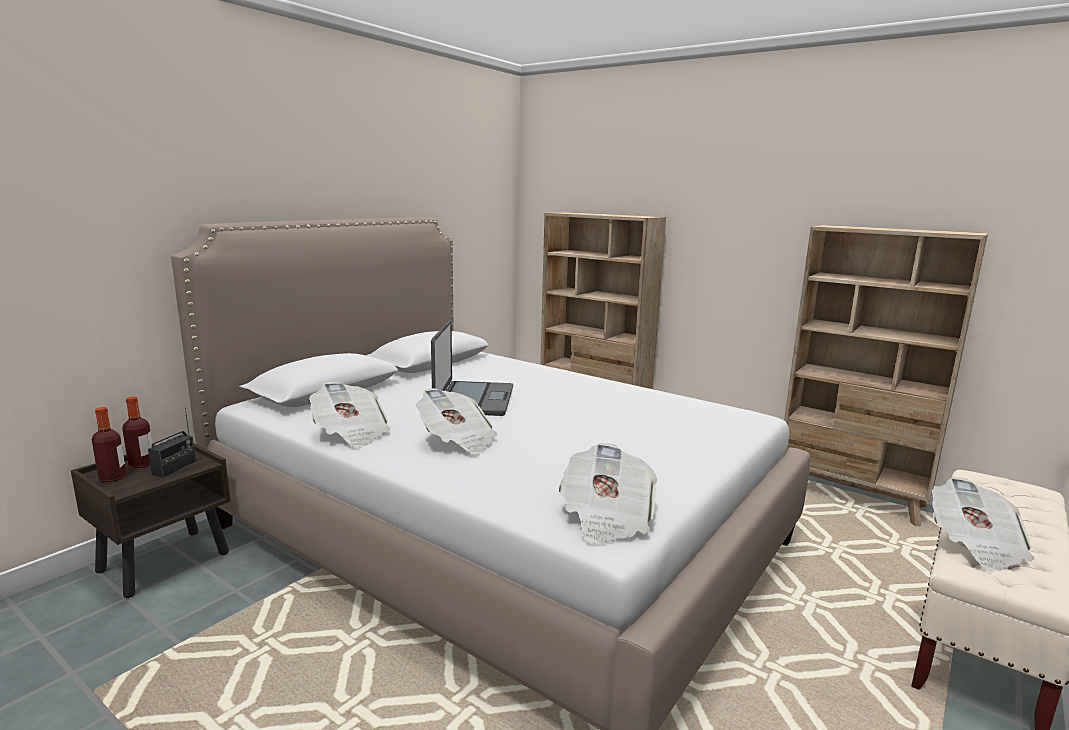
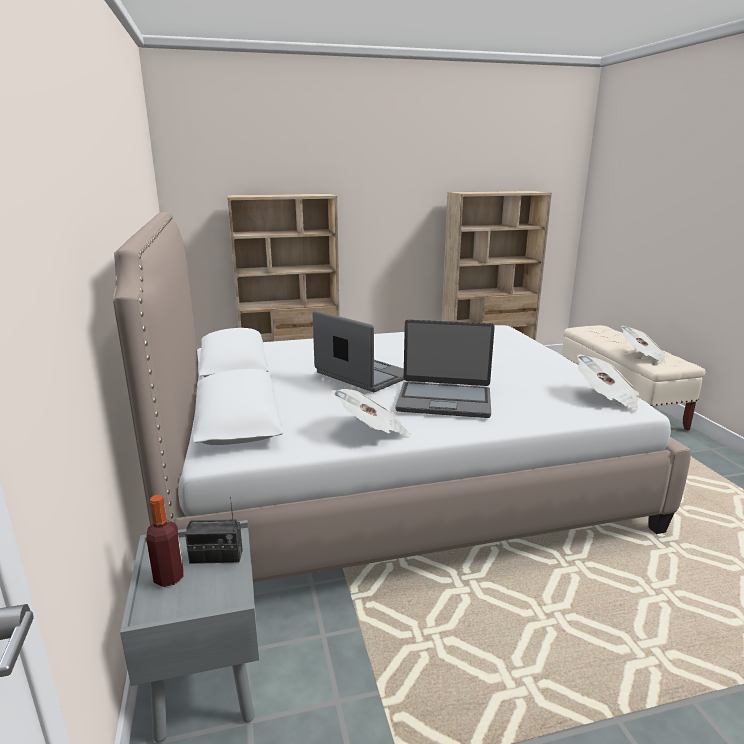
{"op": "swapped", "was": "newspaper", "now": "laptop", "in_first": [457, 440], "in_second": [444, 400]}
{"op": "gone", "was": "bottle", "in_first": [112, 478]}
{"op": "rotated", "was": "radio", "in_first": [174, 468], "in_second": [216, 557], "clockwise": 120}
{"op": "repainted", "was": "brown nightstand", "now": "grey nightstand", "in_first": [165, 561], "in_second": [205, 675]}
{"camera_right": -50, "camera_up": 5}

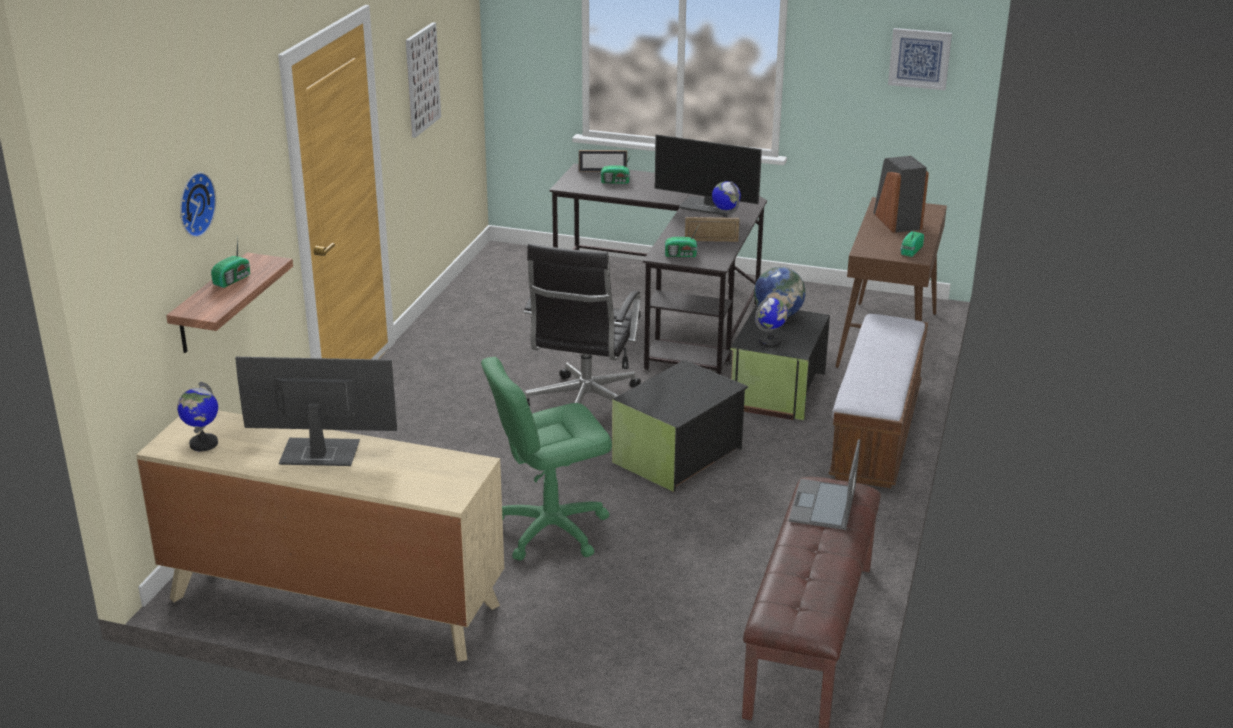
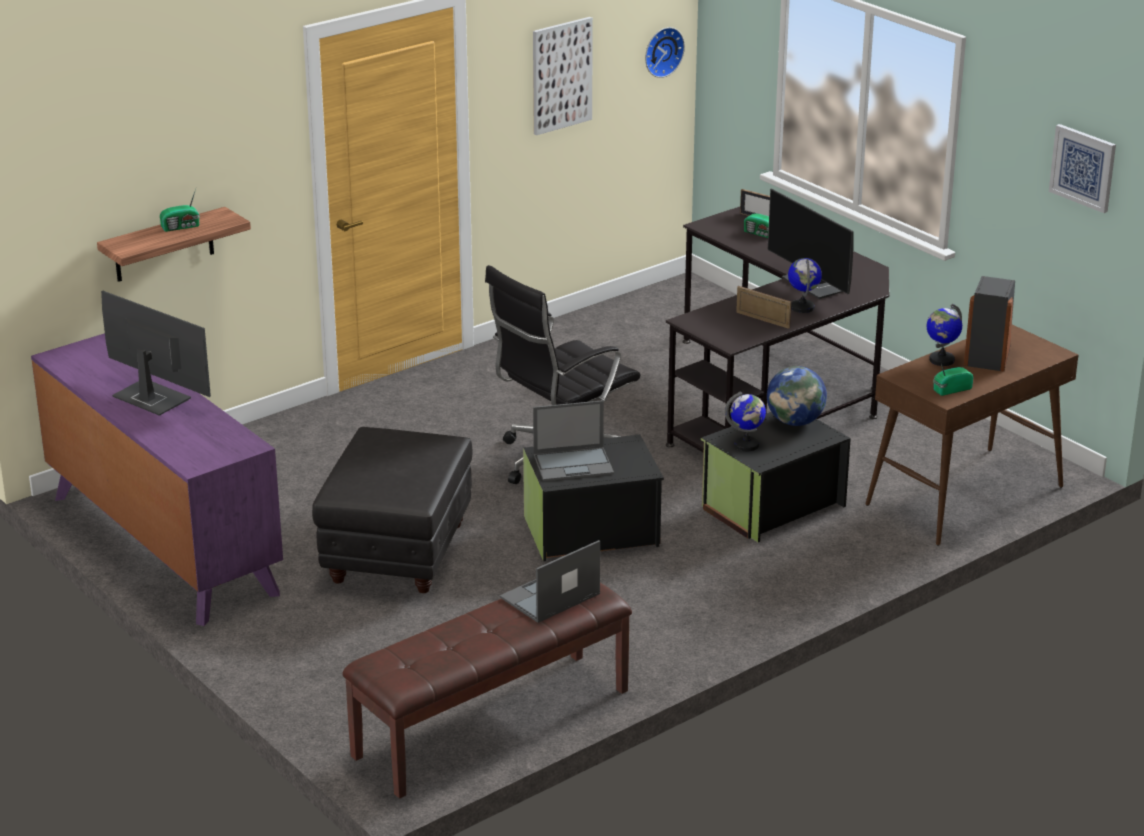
{"op": "shifted", "was": "wall clock", "in_first": [193, 204], "in_second": [662, 51]}
{"op": "gone", "was": "radio", "in_first": [681, 255]}
{"op": "gone", "was": "bench", "in_first": [876, 432]}
{"op": "swapped", "was": "green office chair", "now": "black ottoman", "in_first": [550, 529], "in_second": [396, 553]}
{"op": "shifted", "was": "globe", "in_first": [203, 444], "in_second": [941, 360]}
{"op": "repainted", "was": "beige dresser", "now": "purple dresser", "in_first": [332, 602], "in_second": [162, 544]}
{"op": "new", "now": "laptop", "in_second": [574, 464]}
{"camera_right": 35, "camera_up": 0}

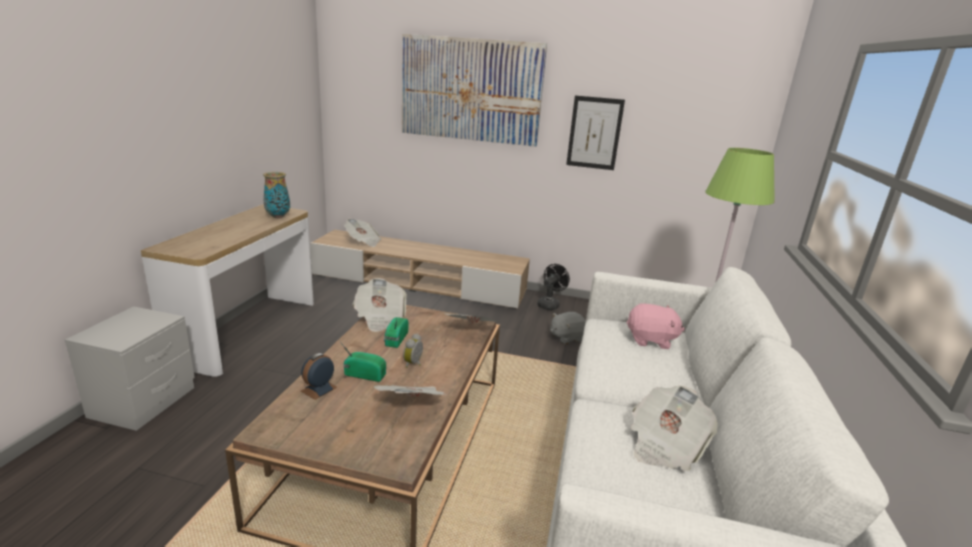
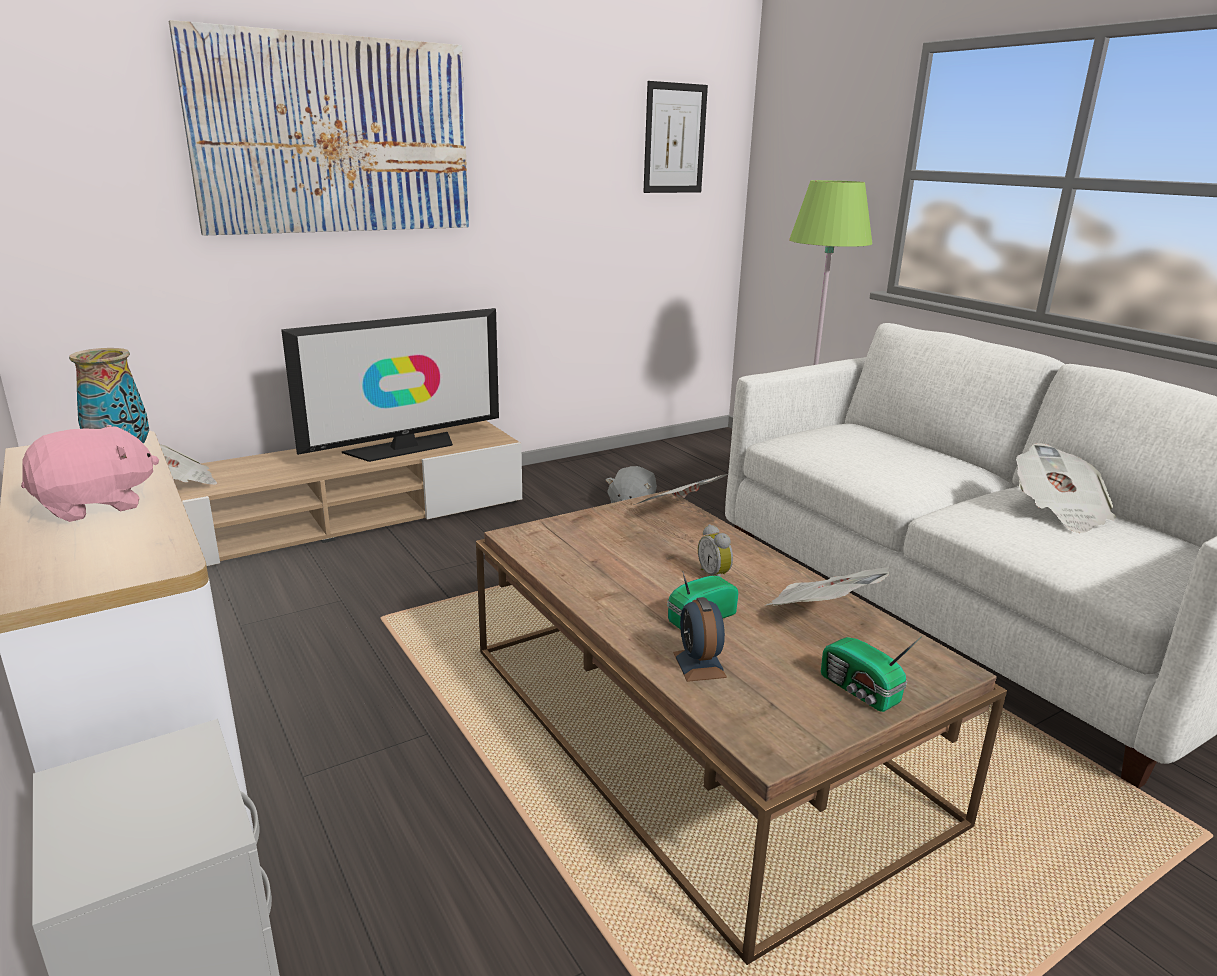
{"op": "shifted", "was": "picture", "in_first": [594, 133], "in_second": [674, 139]}
{"op": "gone", "was": "black fan", "in_first": [550, 304]}
{"op": "gone", "was": "newspaper", "in_first": [380, 318]}
{"op": "shifted", "was": "pink plush toy", "in_first": [650, 340], "in_second": [96, 505]}
{"op": "shifted", "was": "radio", "in_first": [395, 339], "in_second": [860, 691]}
{"op": "new", "now": "television", "in_second": [404, 448]}
{"camera_right": -45, "camera_up": 0}

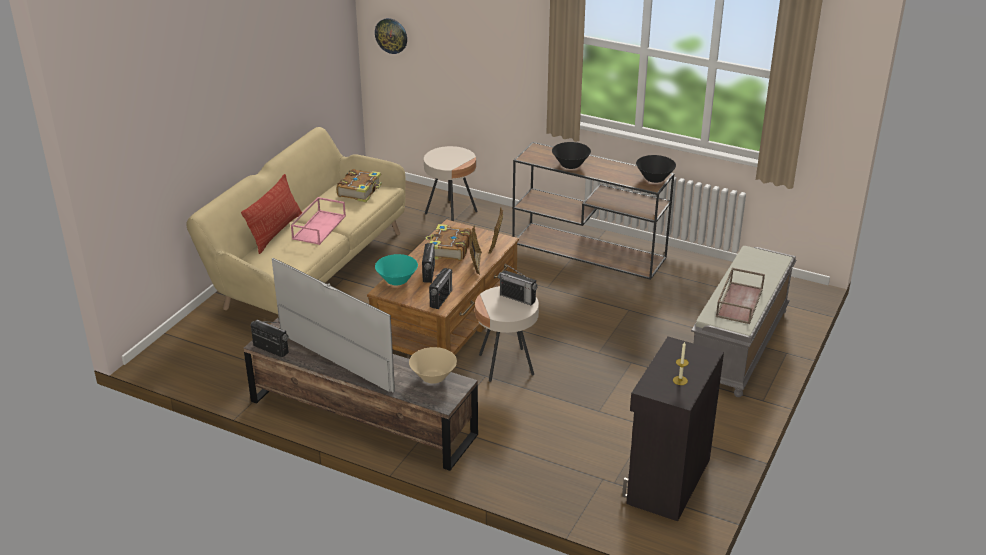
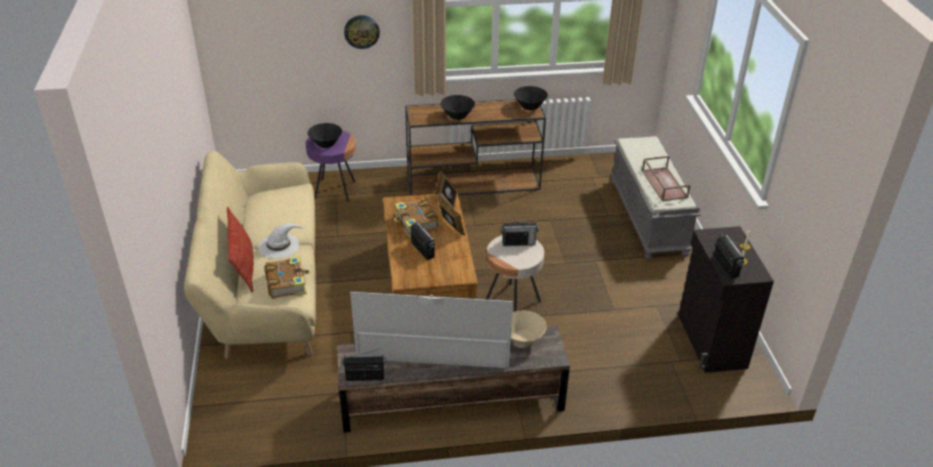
{"op": "shifted", "was": "wall clock", "in_first": [391, 35], "in_second": [361, 31]}
{"op": "repainted", "was": "beige side table", "now": "purple side table", "in_first": [451, 213], "in_second": [335, 190]}
{"op": "shifted", "was": "book", "in_first": [360, 191], "in_second": [287, 283]}
{"op": "swapped", "was": "pink tray", "now": "white hat", "in_first": [319, 227], "in_second": [279, 245]}
{"op": "gone", "was": "turquoise bowl", "in_first": [397, 280]}
{"op": "shifted", "was": "radio", "in_first": [441, 299], "in_second": [726, 266]}
{"op": "new", "now": "black bowl", "in_second": [326, 144]}
{"camera_right": -35, "camera_up": 5}

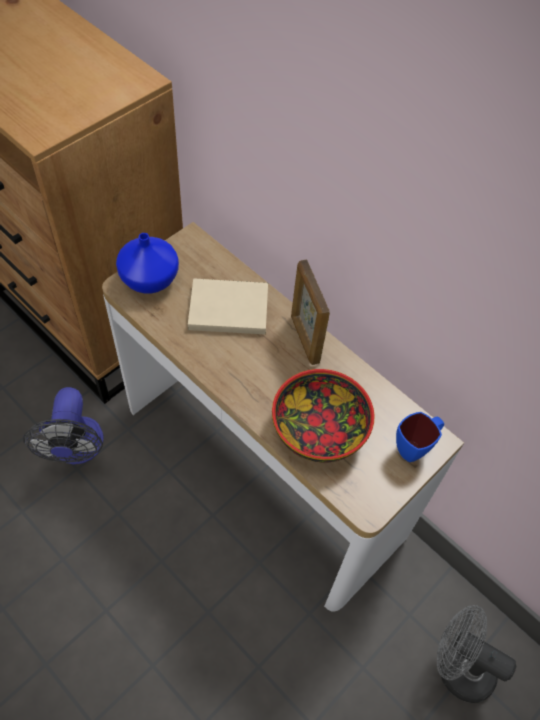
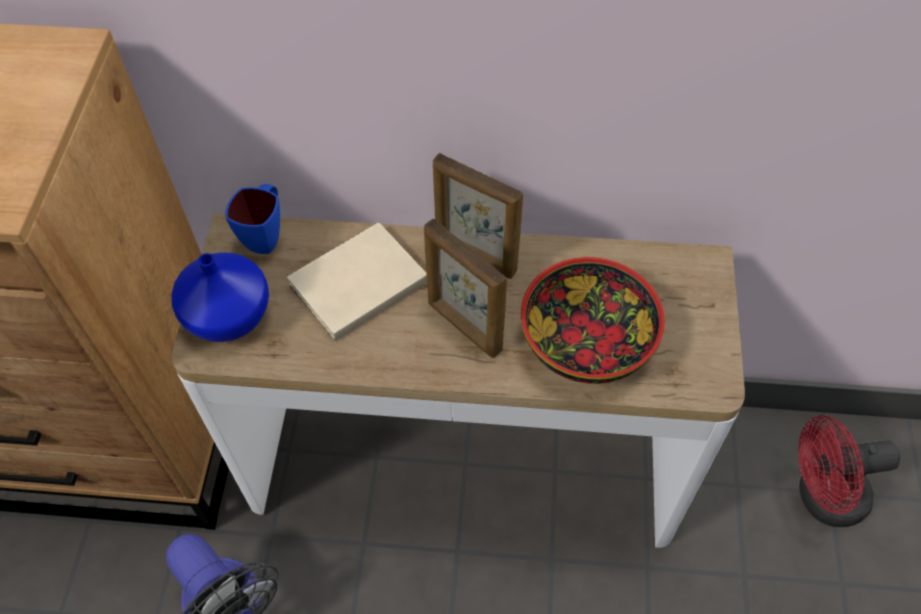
{"op": "shifted", "was": "blue mug", "in_first": [415, 447], "in_second": [266, 235]}
{"op": "repainted", "was": "grey fan", "now": "red fan", "in_first": [457, 667], "in_second": [821, 497]}
{"op": "new", "now": "picture frame", "in_second": [463, 327]}
{"camera_right": -35, "camera_up": 0}

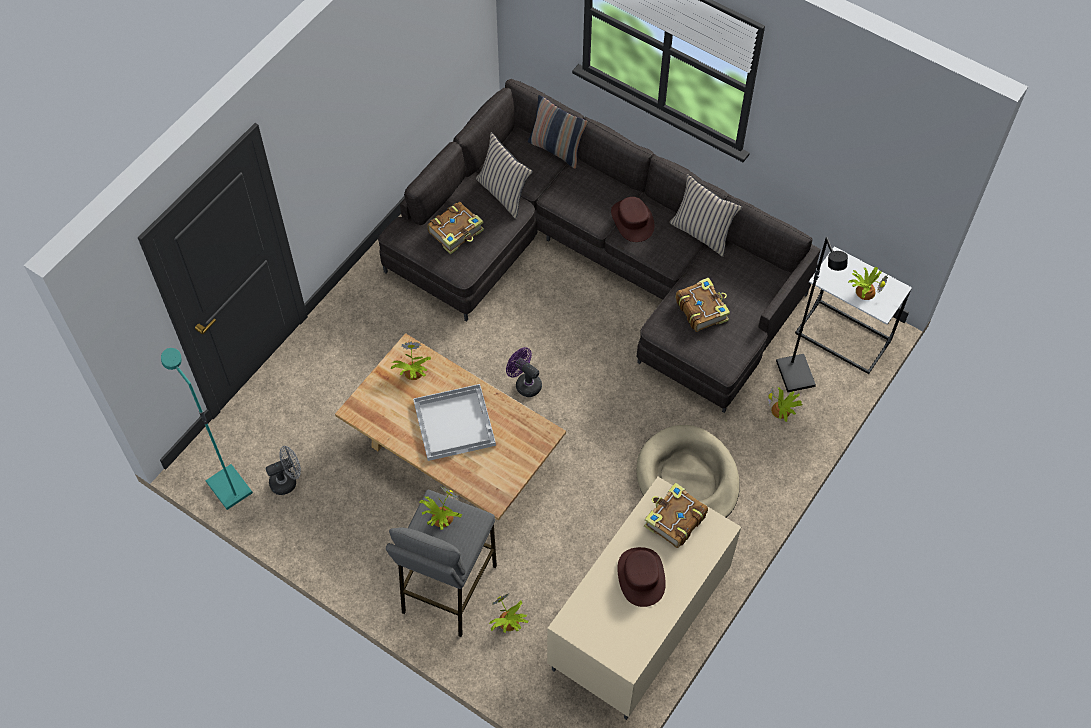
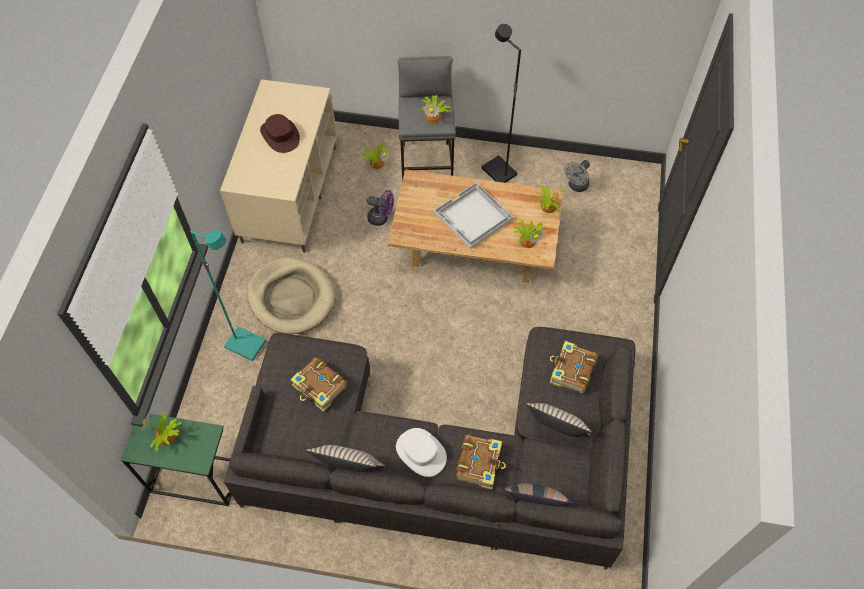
{"op": "repainted", "was": "brown hat", "now": "white hat", "in_first": [632, 220], "in_second": [420, 452]}
{"op": "shifted", "was": "black floor lamp", "in_first": [796, 374], "in_second": [498, 172]}
{"op": "repainted", "was": "white side table", "now": "green side table", "in_first": [843, 336], "in_second": [195, 477]}
{"op": "shifted", "was": "purple fan", "in_first": [525, 383], "in_second": [381, 218]}
{"op": "shifted", "was": "turquoise floor lamp", "in_first": [228, 488], "in_second": [246, 344]}
{"op": "shifted", "was": "potted plant", "in_first": [782, 411], "in_second": [547, 206]}
{"op": "shifted", "was": "book", "in_first": [674, 520], "in_second": [479, 463]}
{"camera_right": 155, "camera_up": 0}

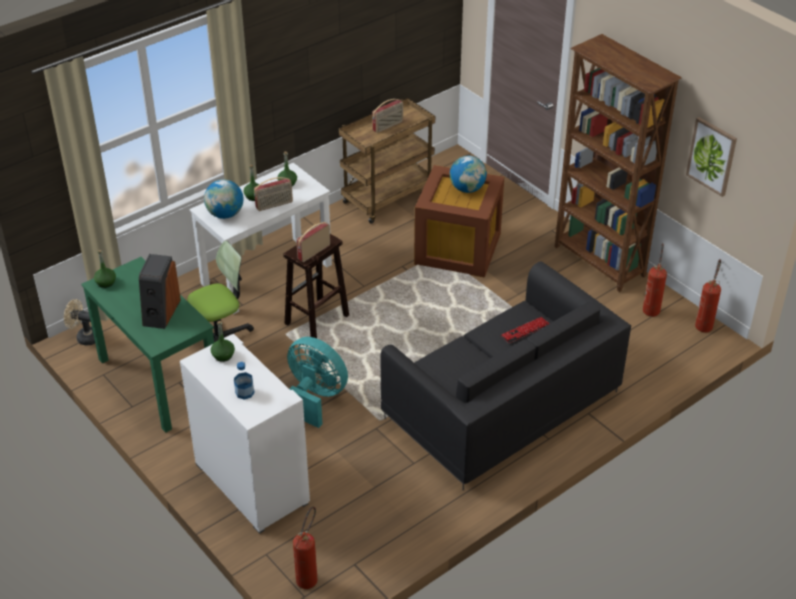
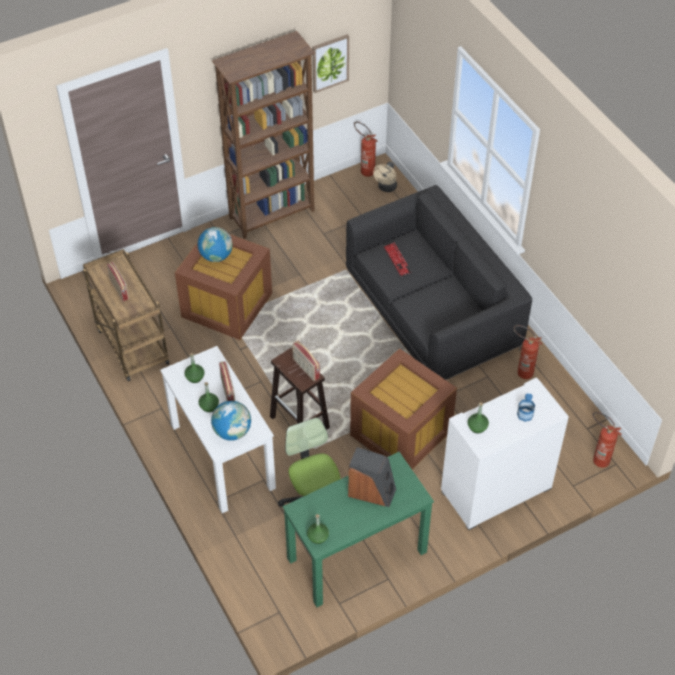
{"op": "shifted", "was": "fire extinguisher", "in_first": [651, 308], "in_second": [521, 372]}
{"op": "shifted", "was": "beige fan", "in_first": [84, 337], "in_second": [386, 188]}
{"op": "swapped", "was": "turquoise fan", "now": "brown storage box", "in_first": [315, 397], "in_second": [401, 434]}
{"camera_right": -80, "camera_up": 10}

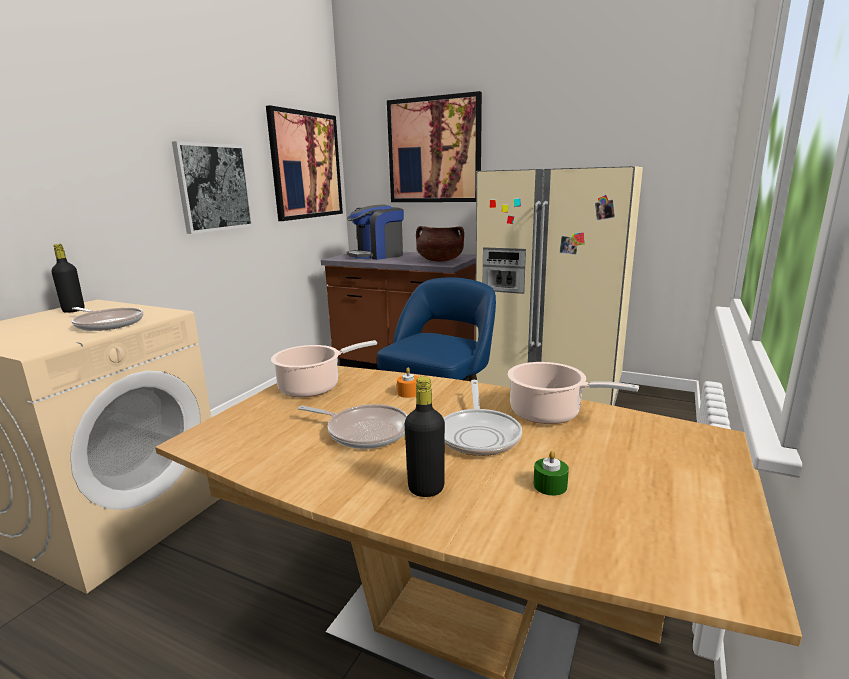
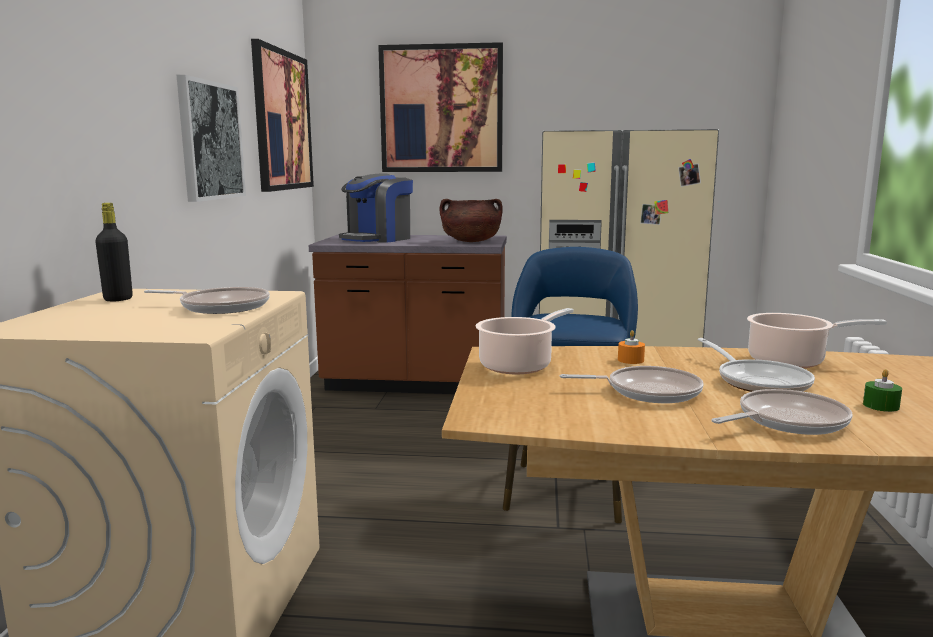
{"op": "swapped", "was": "black bottle", "now": "frying pan", "in_first": [426, 488], "in_second": [786, 421]}
{"camera_right": -20, "camera_up": -5}

